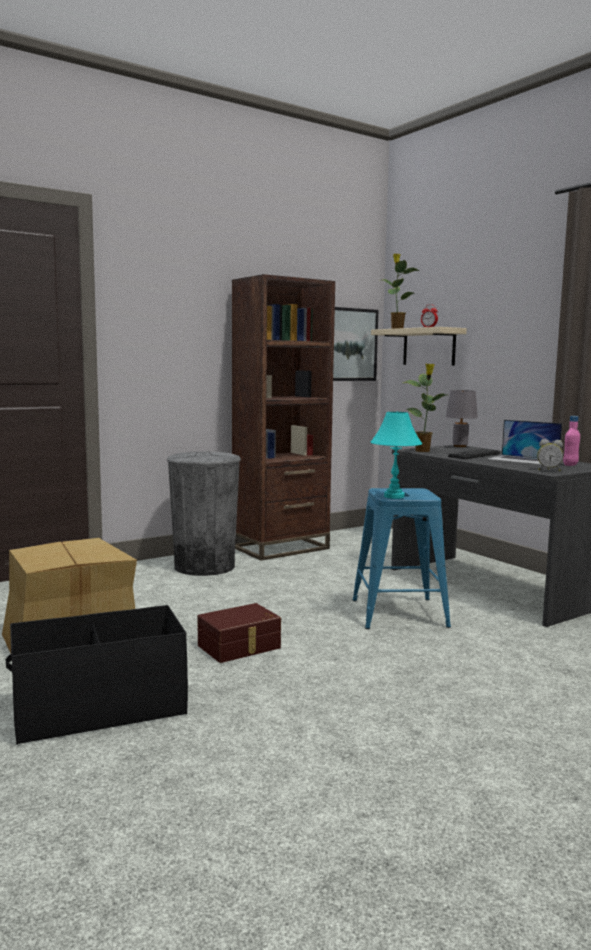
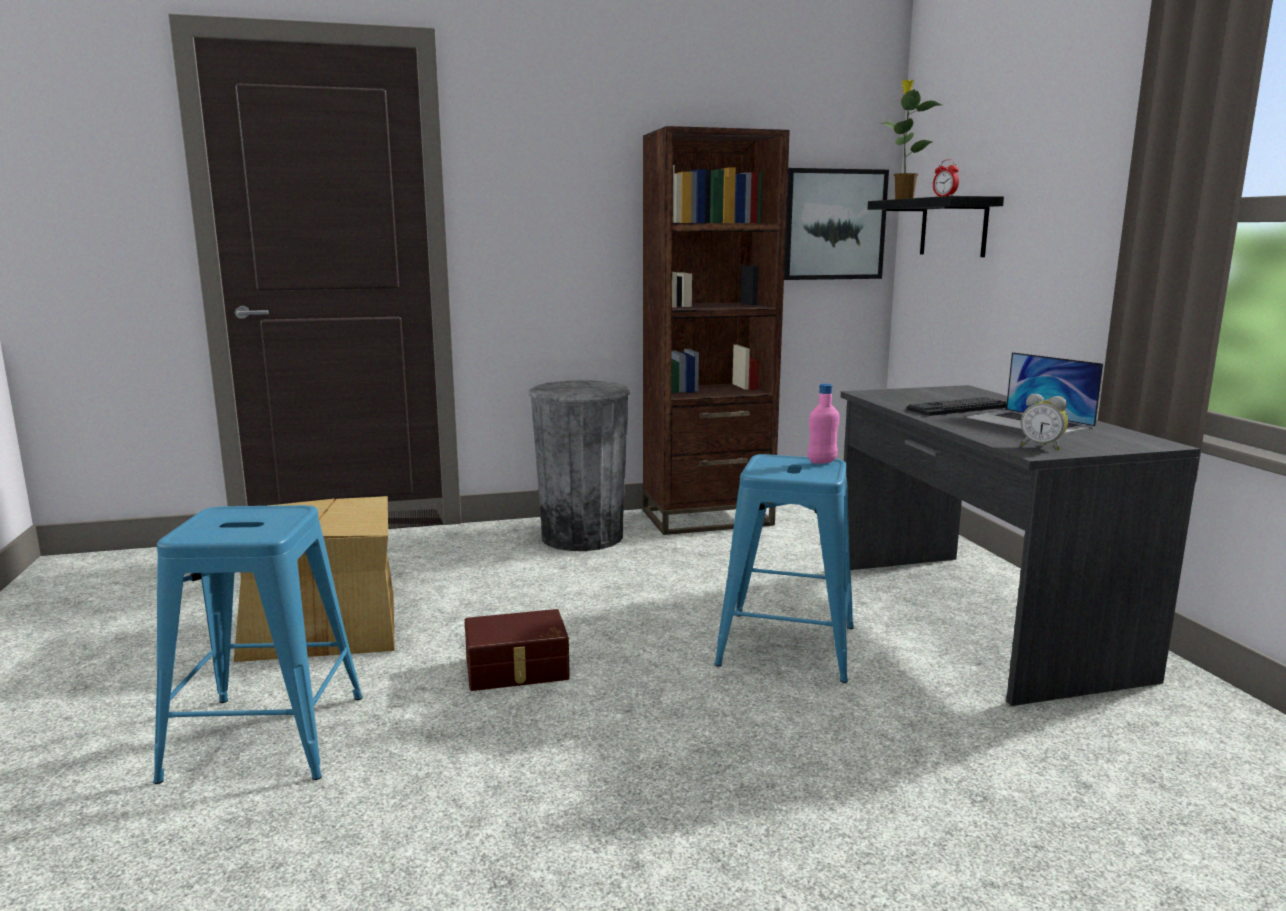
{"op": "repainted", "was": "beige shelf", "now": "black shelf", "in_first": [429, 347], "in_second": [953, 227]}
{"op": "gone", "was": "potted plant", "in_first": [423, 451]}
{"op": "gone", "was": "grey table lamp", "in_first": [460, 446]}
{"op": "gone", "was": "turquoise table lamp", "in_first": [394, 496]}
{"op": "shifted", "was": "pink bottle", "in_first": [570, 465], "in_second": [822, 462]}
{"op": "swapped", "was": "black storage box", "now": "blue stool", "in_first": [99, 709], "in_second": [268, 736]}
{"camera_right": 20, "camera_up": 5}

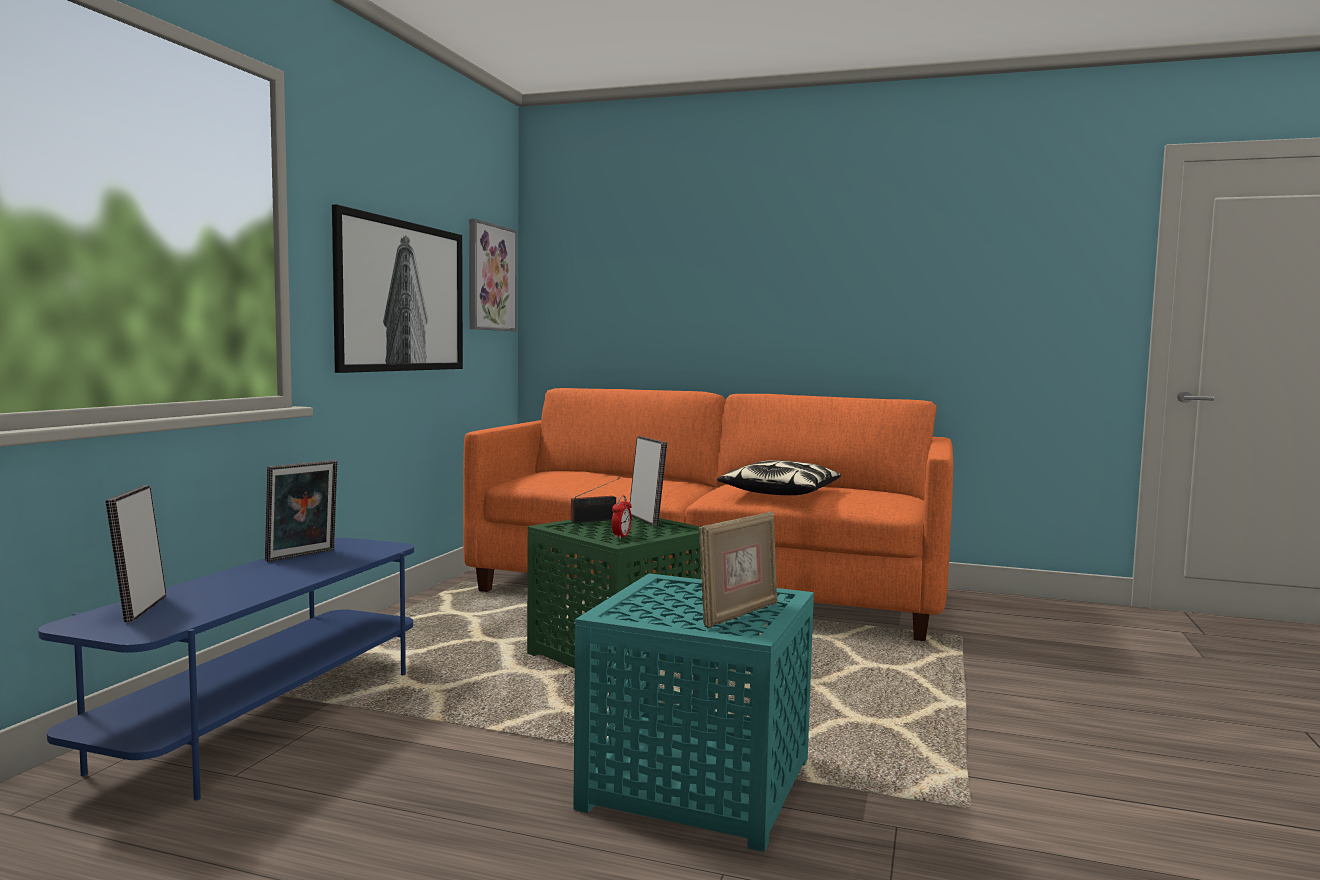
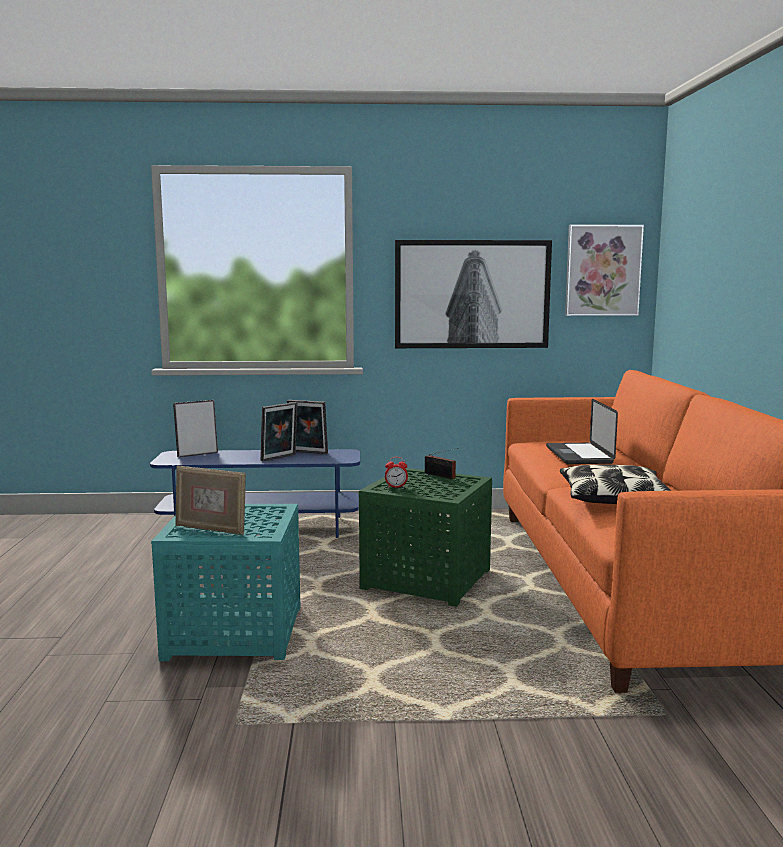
{"op": "shifted", "was": "picture frame", "in_first": [646, 520], "in_second": [279, 458]}
{"op": "new", "now": "laptop", "in_second": [579, 455]}
{"camera_right": 70, "camera_up": 5}

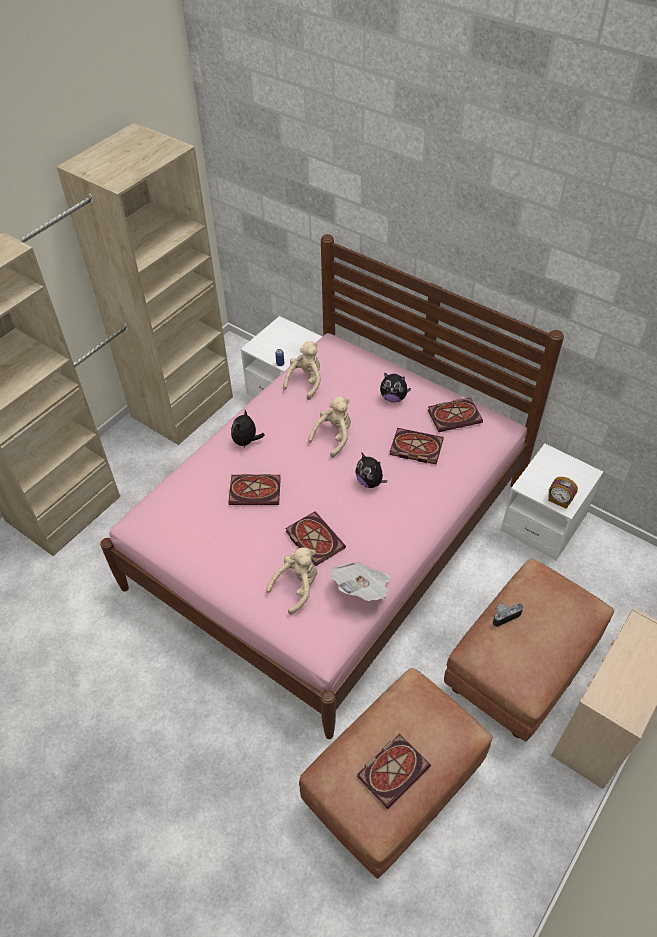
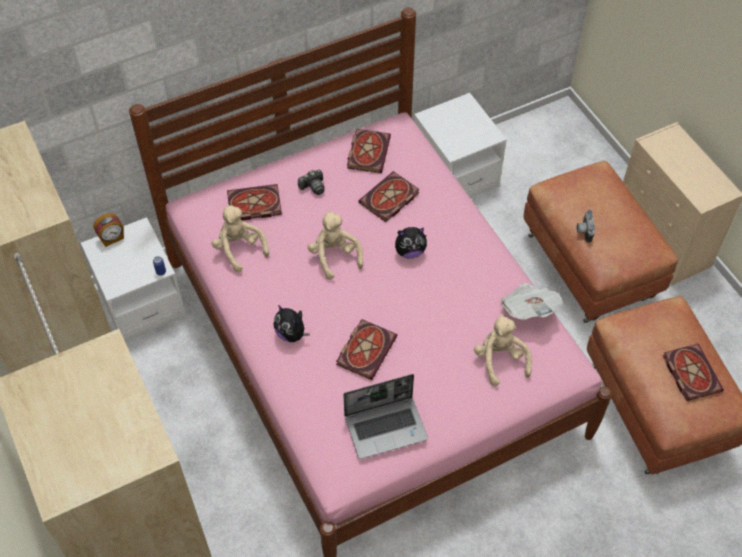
{"op": "swapped", "was": "plush toy", "now": "photo camera", "in_first": [393, 398], "in_second": [313, 187]}
{"op": "shifted", "was": "alarm clock", "in_first": [559, 500], "in_second": [112, 238]}
{"op": "shifted", "was": "book", "in_first": [313, 539], "in_second": [253, 205]}
{"op": "new", "now": "laptop", "in_second": [386, 427]}
{"camera_right": -65, "camera_up": 5}

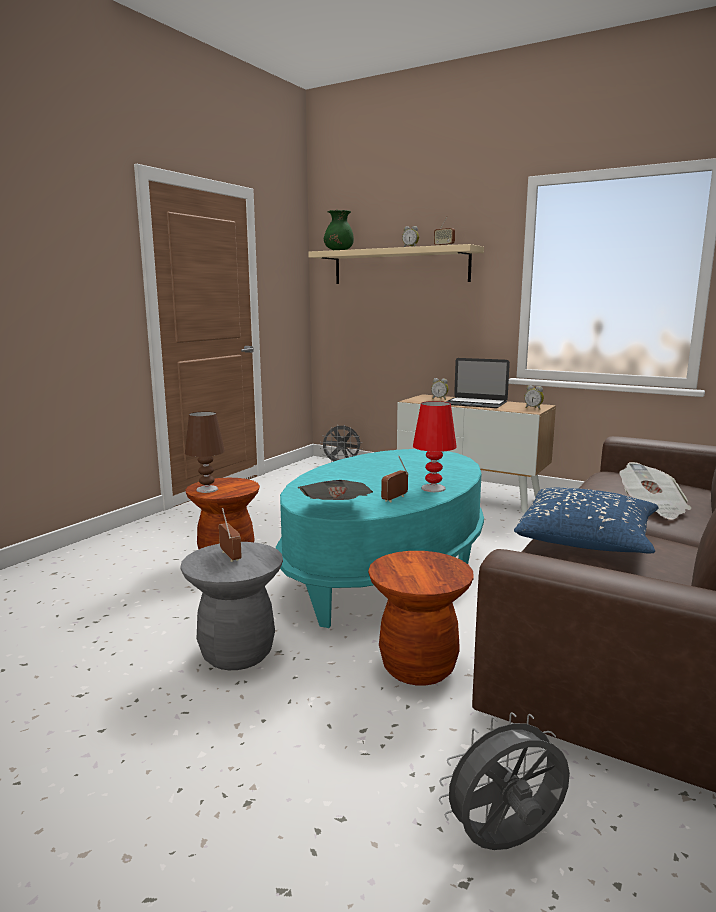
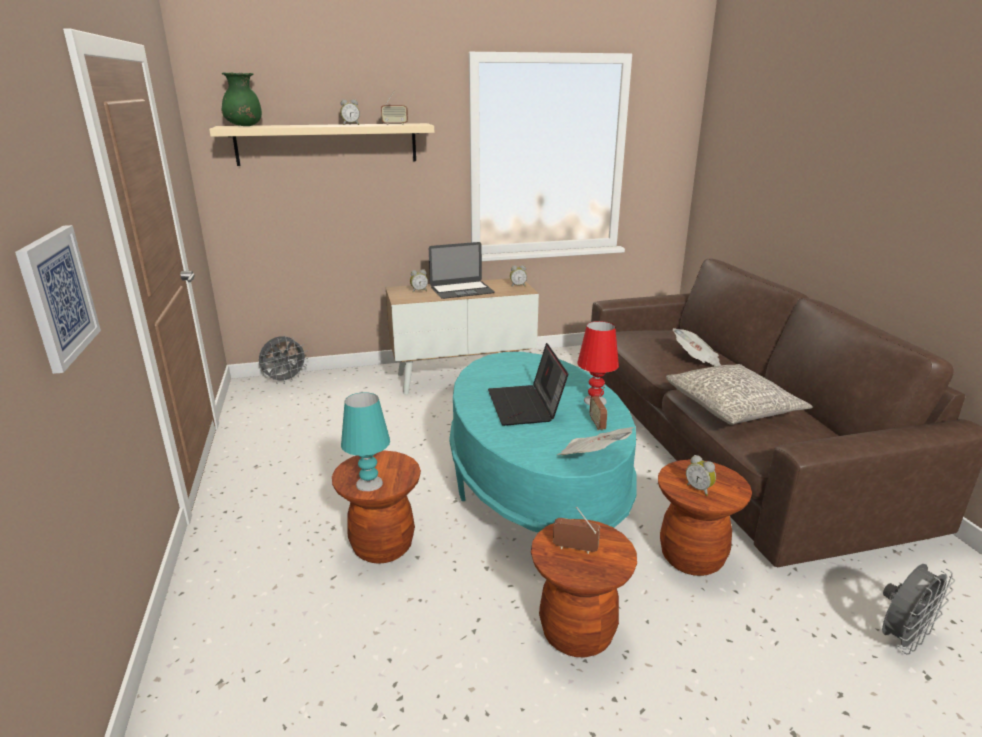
{"op": "repainted", "was": "brown table lamp", "now": "turquoise table lamp", "in_first": [207, 489], "in_second": [369, 483]}
{"op": "repainted", "was": "blue pillow", "now": "grey pillow", "in_first": [587, 539], "in_second": [733, 407]}
{"op": "repainted", "was": "grey stool", "now": "brown stool", "in_first": [237, 653], "in_second": [577, 632]}
{"op": "rotated", "was": "grey fan", "in_first": [505, 843], "in_second": [902, 639], "clockwise": -150}
{"op": "new", "now": "picture", "in_second": [58, 296]}
{"op": "new", "now": "laptop", "in_second": [526, 406]}
{"op": "new", "now": "alarm clock", "in_second": [699, 489]}
{"camera_right": -45, "camera_up": 10}

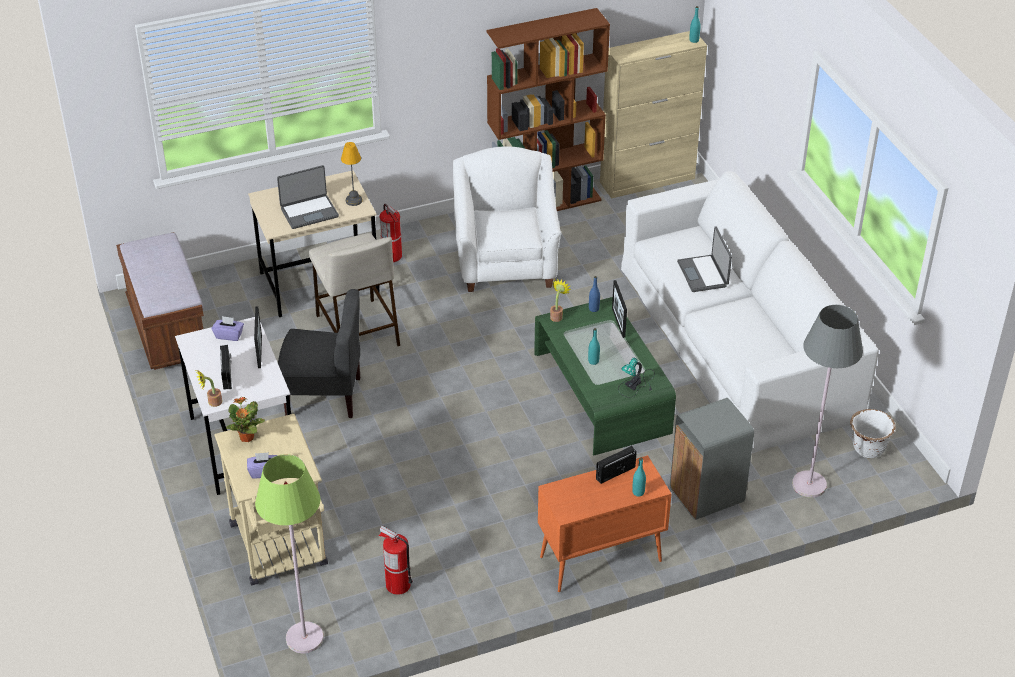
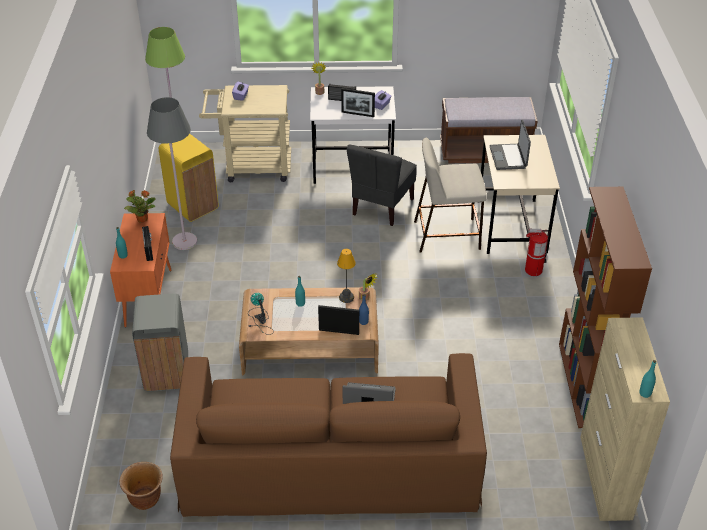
{"op": "shifted", "was": "table lamp", "in_first": [354, 200], "in_second": [347, 298]}
{"op": "gone", "was": "white armchair", "in_first": [506, 261]}
{"op": "repainted", "was": "white sofa", "now": "brown sofa", "in_first": [738, 340], "in_second": [329, 460]}
{"op": "repainted", "was": "green coffee table", "now": "brown coffee table", "in_first": [601, 393], "in_second": [310, 347]}
{"op": "shifted", "was": "grey floor lamp", "in_first": [809, 485], "in_second": [184, 242]}
{"op": "shifted", "was": "potted plant", "in_first": [246, 438], "in_second": [142, 219]}
{"op": "repainted", "was": "white planter", "now": "brown planter", "in_first": [868, 449], "in_second": [145, 499]}
{"op": "swapped", "was": "fire extinguisher", "now": "yellow trash can", "in_first": [397, 585], "in_second": [193, 205]}
{"camera_right": 110, "camera_up": 0}

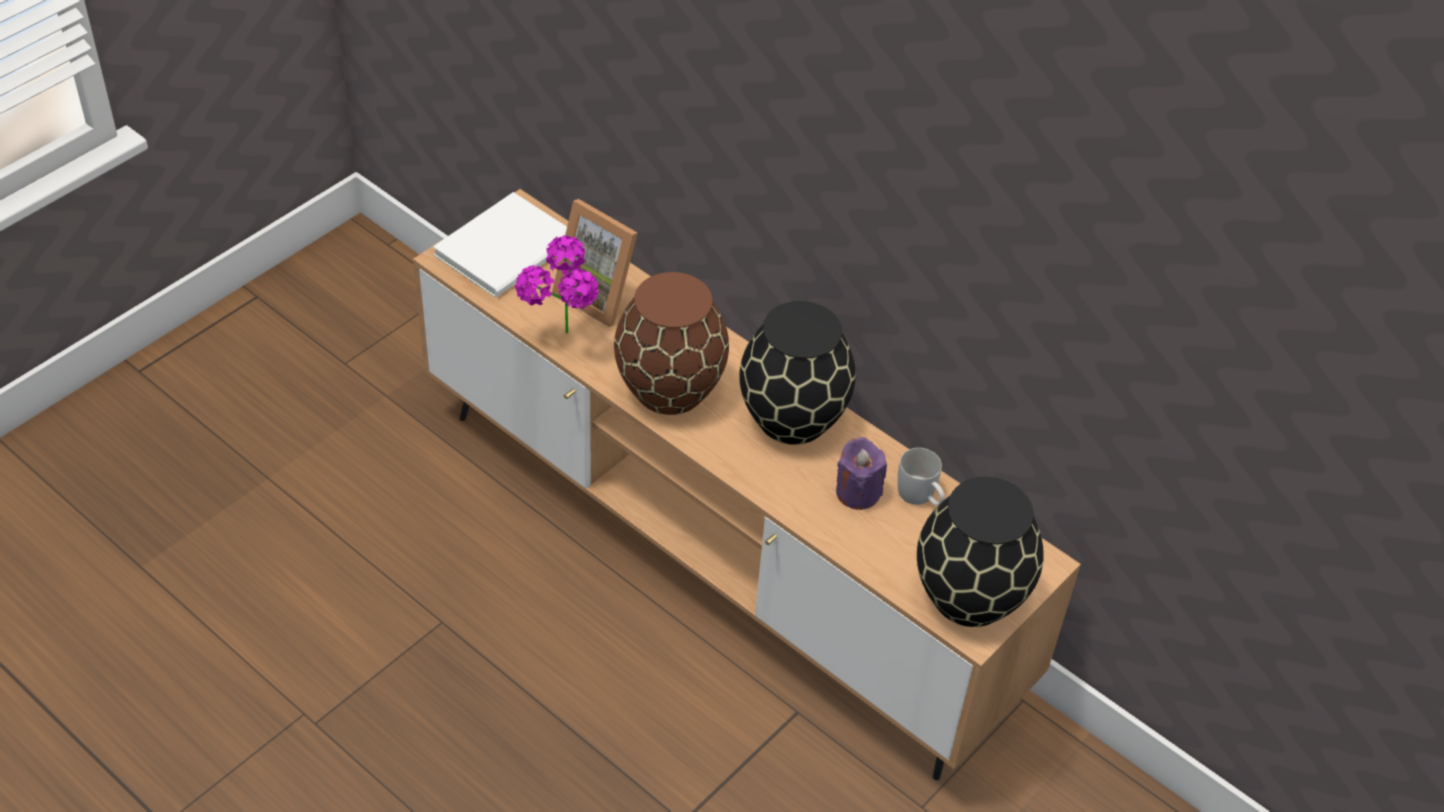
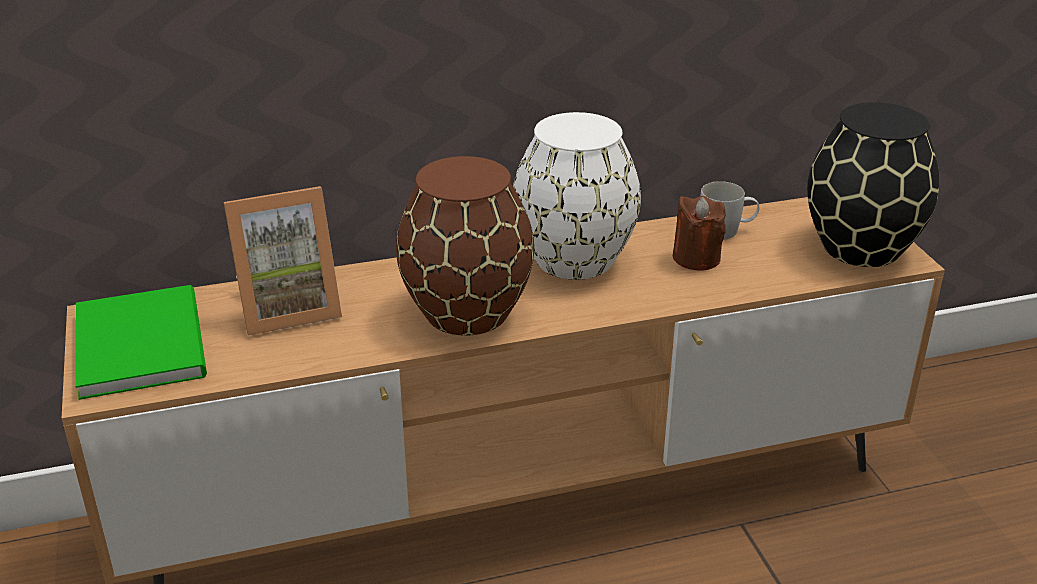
{"op": "repainted", "was": "white book", "now": "green book", "in_first": [510, 248], "in_second": [144, 341]}
{"op": "gone", "was": "potted plant", "in_first": [562, 343]}
{"op": "repainted", "was": "black vase", "now": "white vase", "in_first": [791, 419], "in_second": [575, 260]}
{"op": "repainted", "was": "purple candle", "now": "brown candle", "in_first": [857, 492], "in_second": [696, 258]}
{"camera_right": -55, "camera_up": -15}

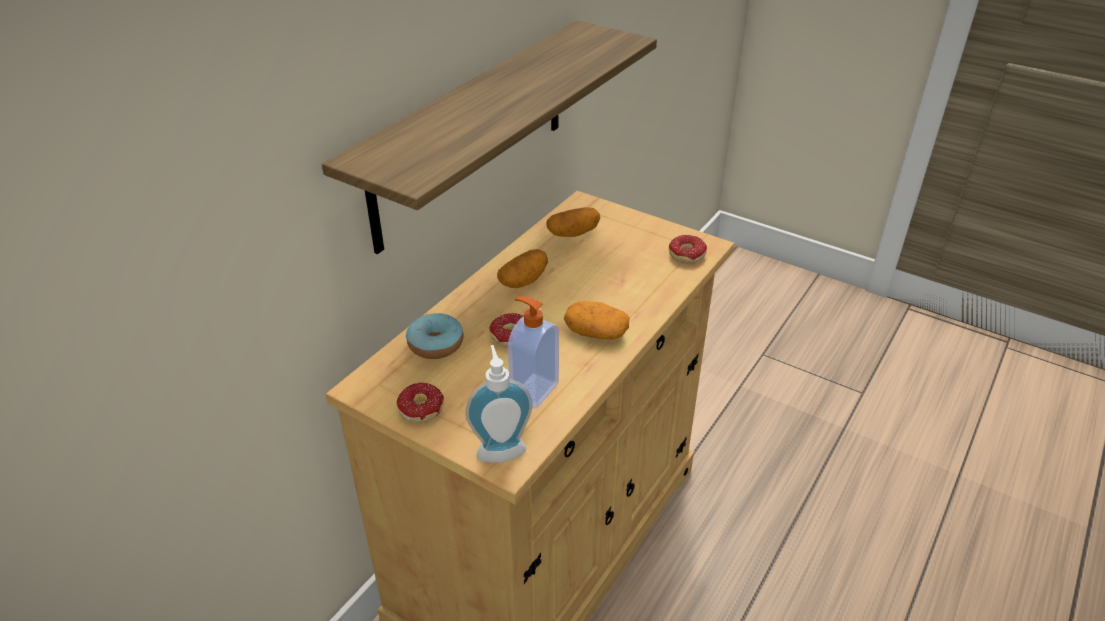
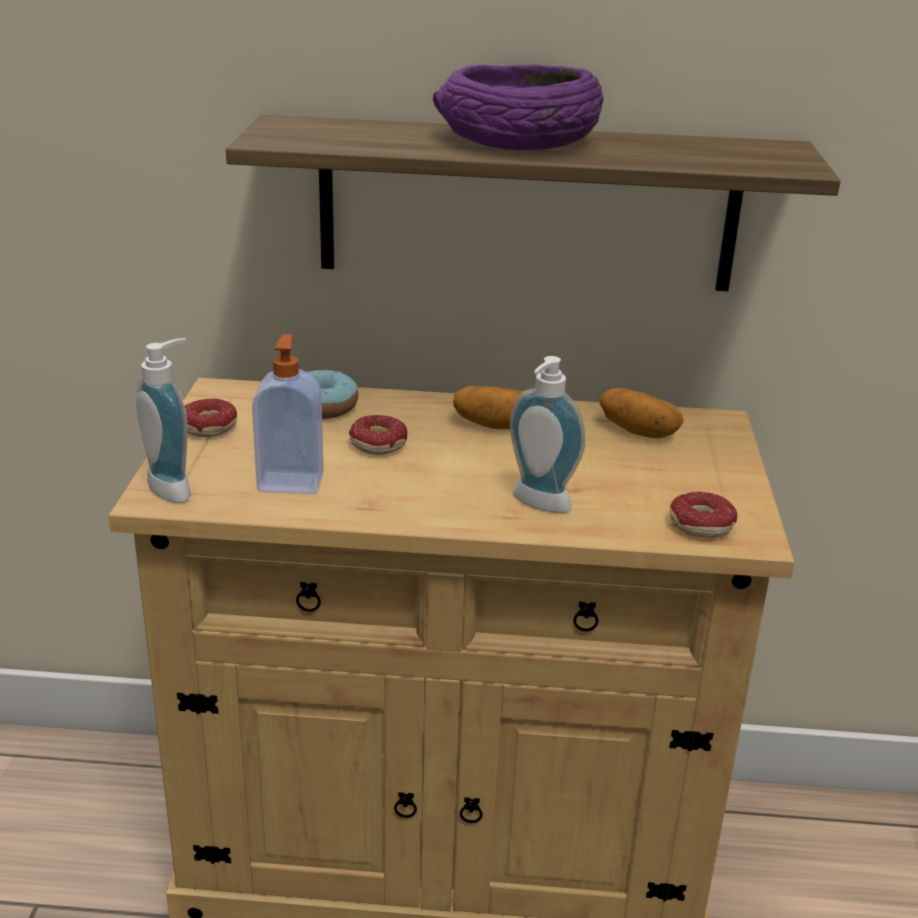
{"op": "gone", "was": "potato", "in_first": [596, 333]}
{"op": "new", "now": "purple bowl", "in_second": [519, 142]}
{"op": "new", "now": "soap dispenser", "in_second": [537, 505]}
{"camera_right": 60, "camera_up": -10}

